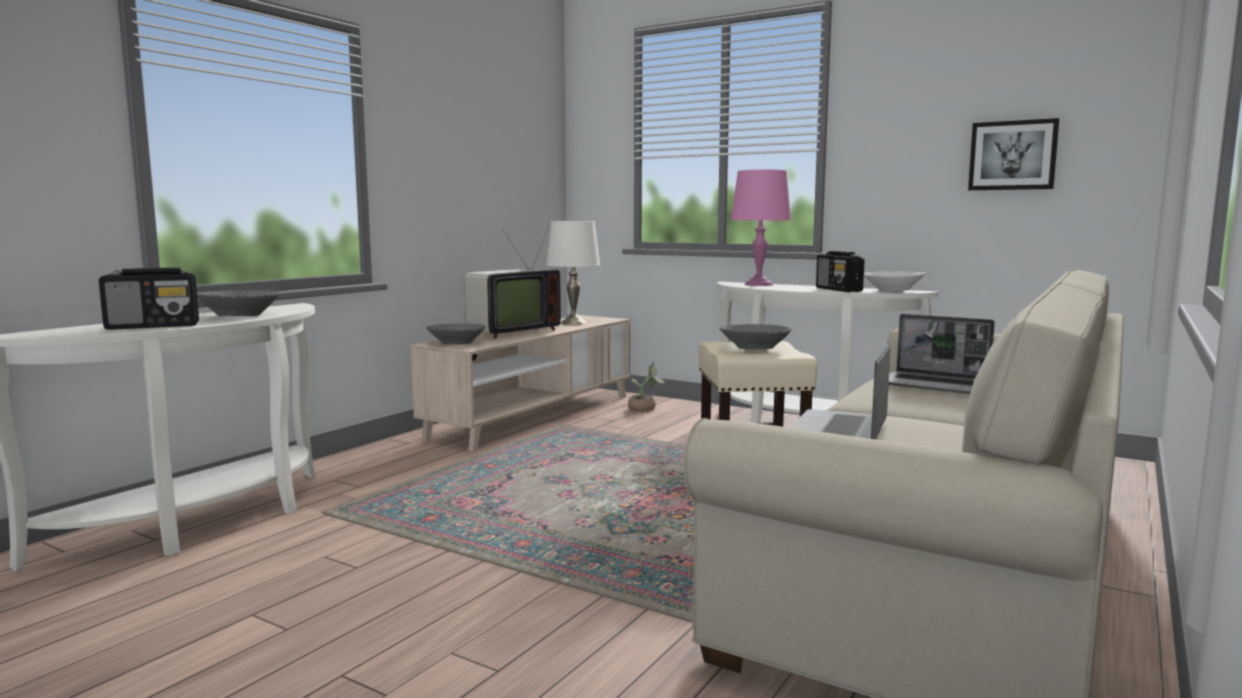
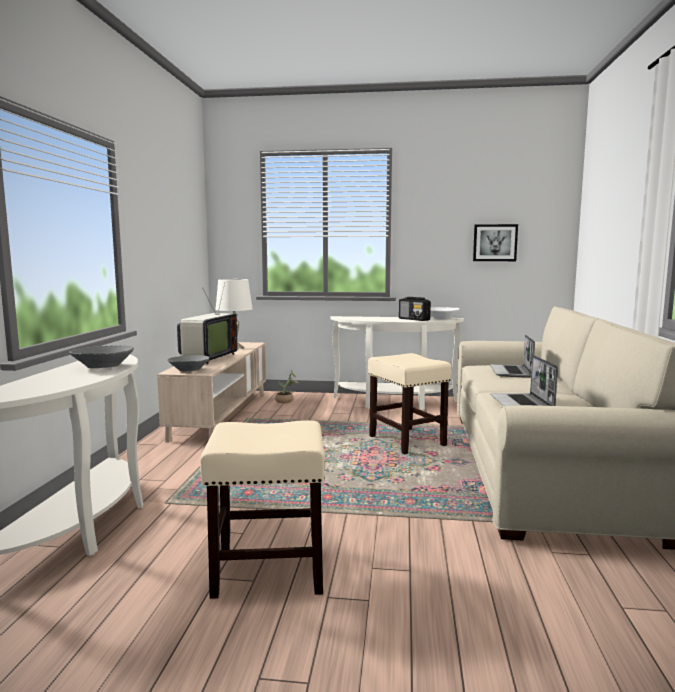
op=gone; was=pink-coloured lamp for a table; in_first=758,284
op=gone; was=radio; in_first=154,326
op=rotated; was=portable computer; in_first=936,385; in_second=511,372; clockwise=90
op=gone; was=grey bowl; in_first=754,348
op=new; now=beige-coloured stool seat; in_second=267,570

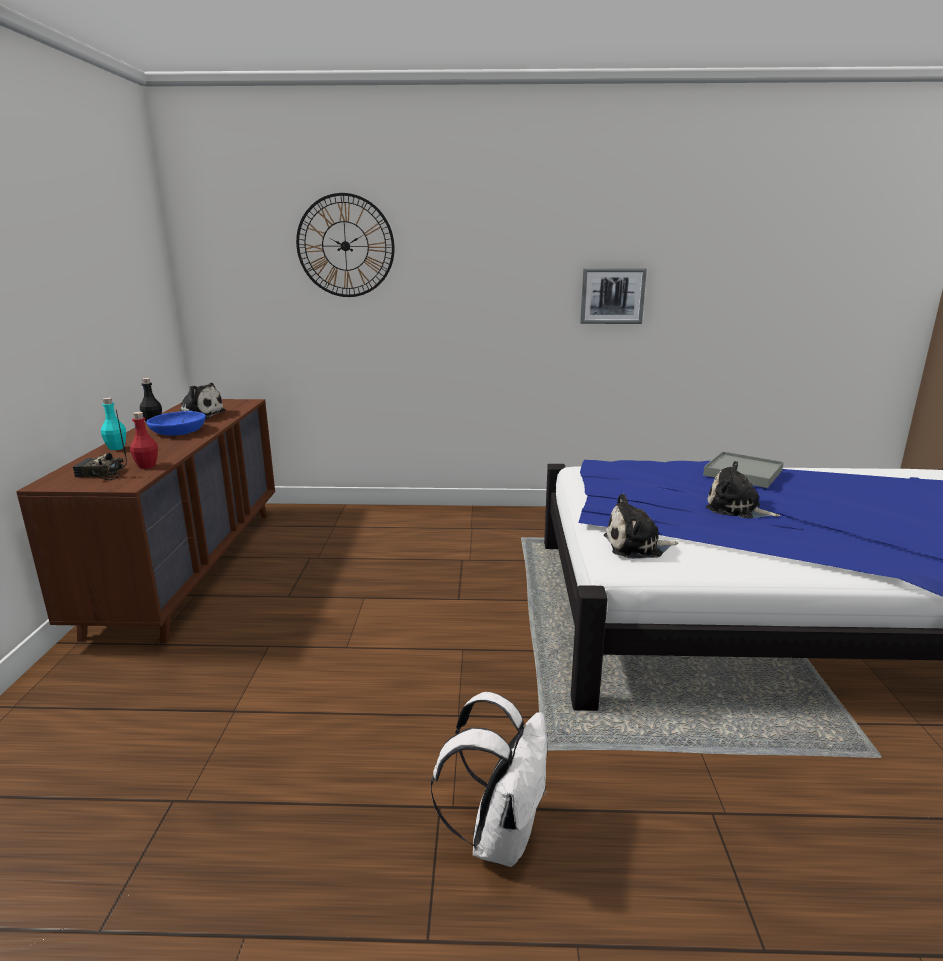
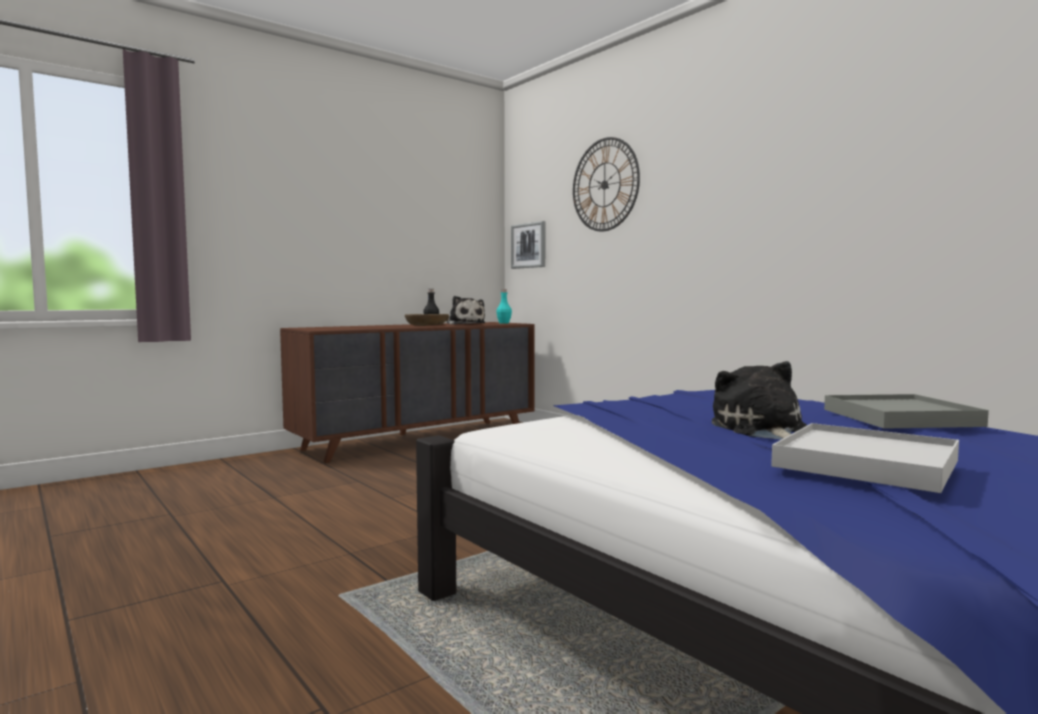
op=shifted; was=wall art; in_first=612,296; in_second=529,245
op=shifted; was=turquoise-coloured bottle; in_first=116,448; in_second=504,323
op=gone; was=radio; in_first=100,474
op=repainted; was=blue-coloured bowl; now=brown-coloured bowl; in_first=178,431; in_second=426,325
op=gone; was=red-coloured bottle; in_first=147,466
op=gone; was=cuddly toy; in_first=637,546
op=gone; was=white-coloured knapsack; in_first=499,835
op=new; now=white-coloured tray; in_second=866,464

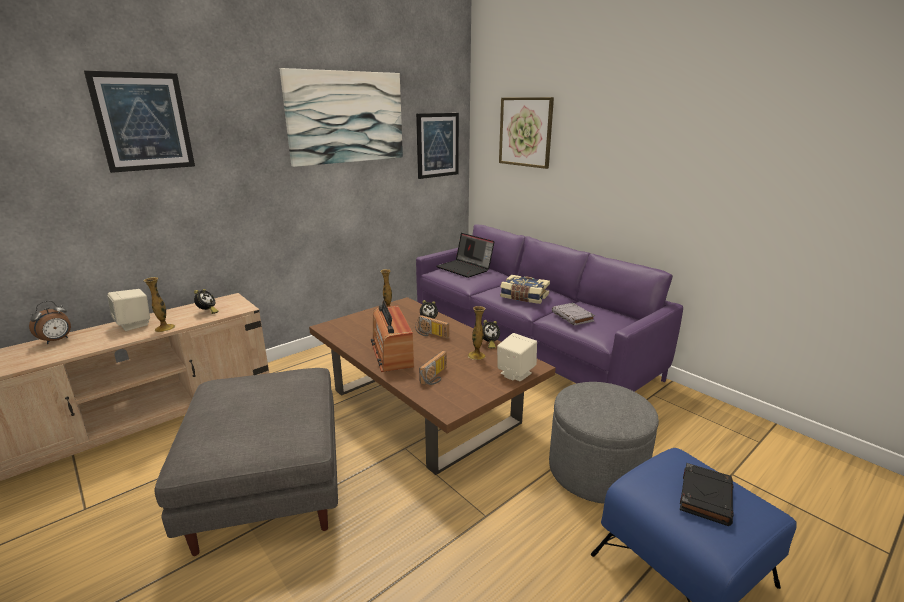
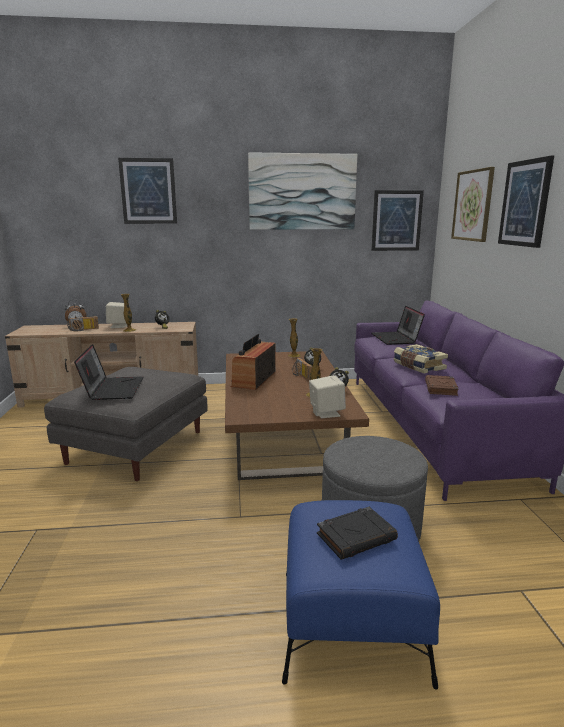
op=repainted; was=grey volume; now=brown-coloured volume; in_first=573,317; in_second=441,388
op=shifted; was=radio; in_first=436,377; in_second=83,330
op=new; now=wall art; in_second=525,203
op=new; now=portable computer; in_second=112,389

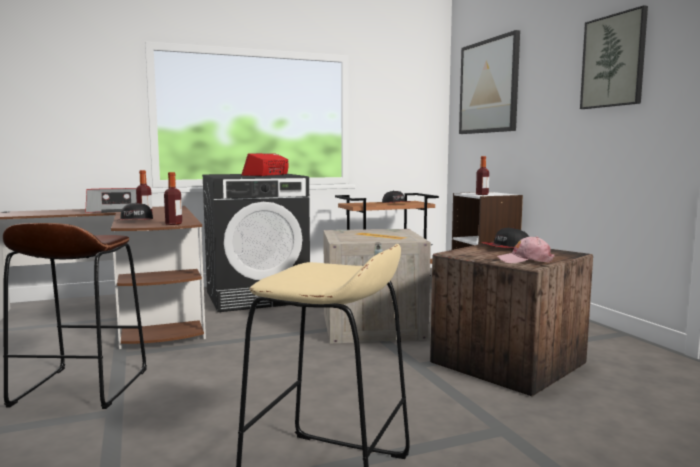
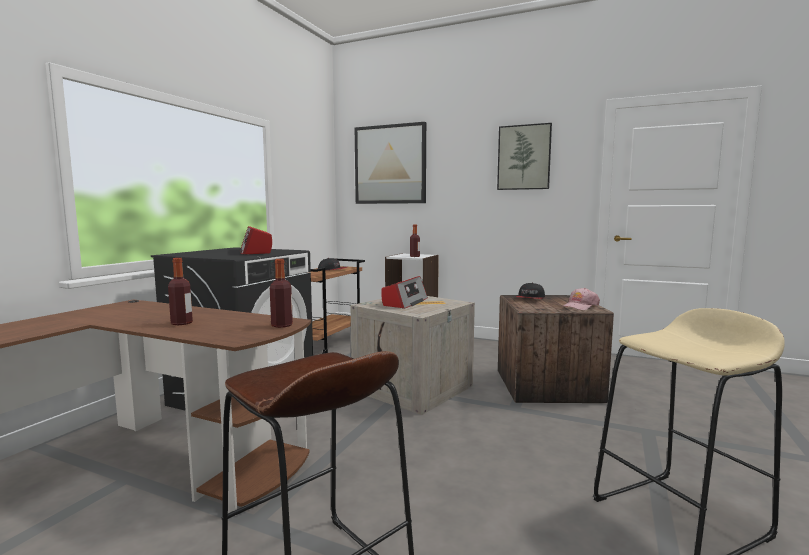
op=shifted; was=radio; in_first=117,210; in_second=404,302
op=gone; was=baseball cap; in_first=136,221

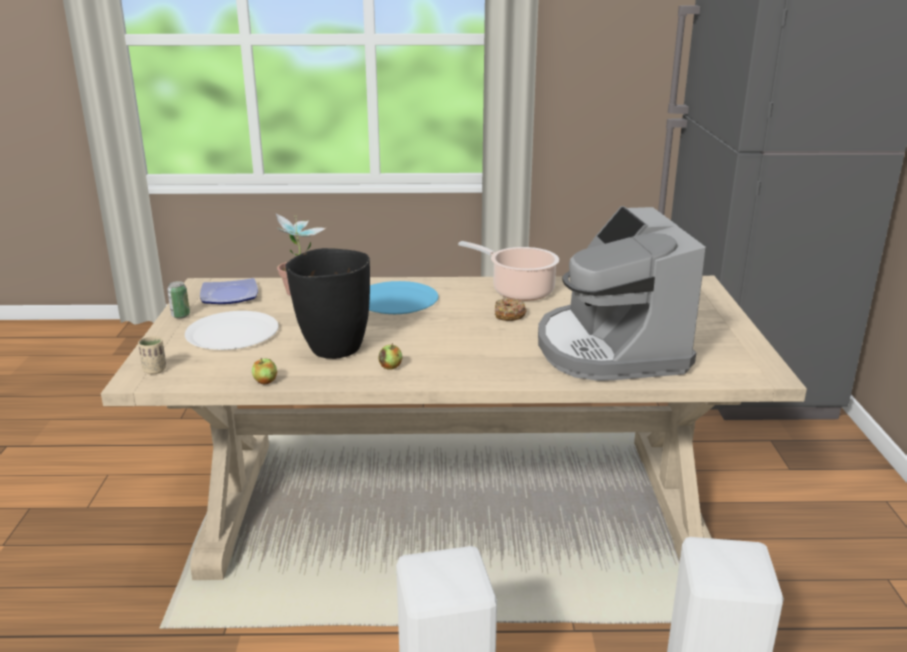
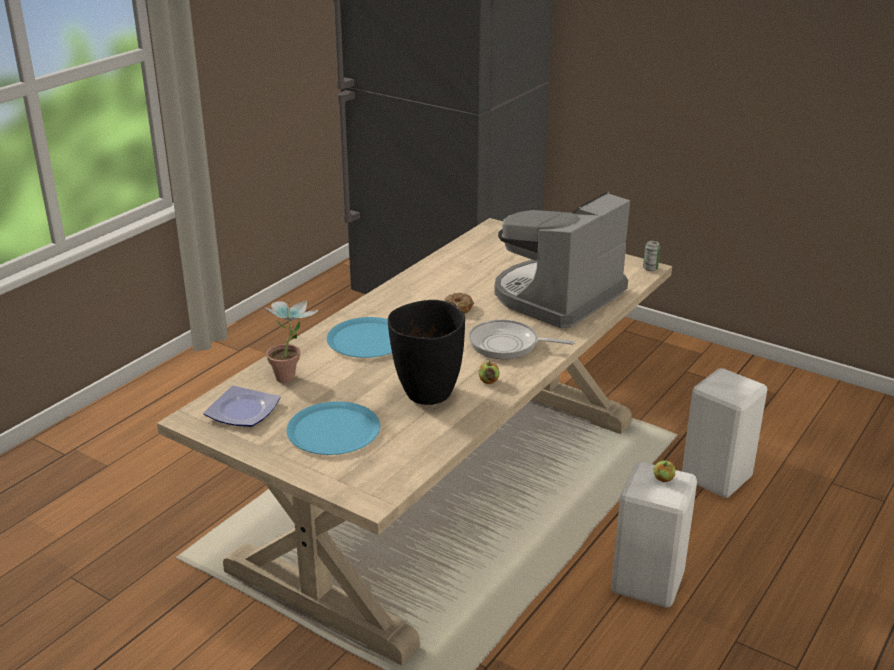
op=rotated; was=coffee machine; in_first=610,349; in_second=557,297; clockwise=105
op=gone; was=saucepot; in_first=519,291
op=shifted; was=can; in_first=180,315; in_second=650,268
op=repainted; was=white-coloured plate; now=blue-coloured plate; in_first=232,333; in_second=334,430
op=gone; was=beige-coloured small cup; in_first=155,370
op=shifted; was=apple; in_first=265,381; in_second=663,479
op=new; now=pan; in_second=507,345

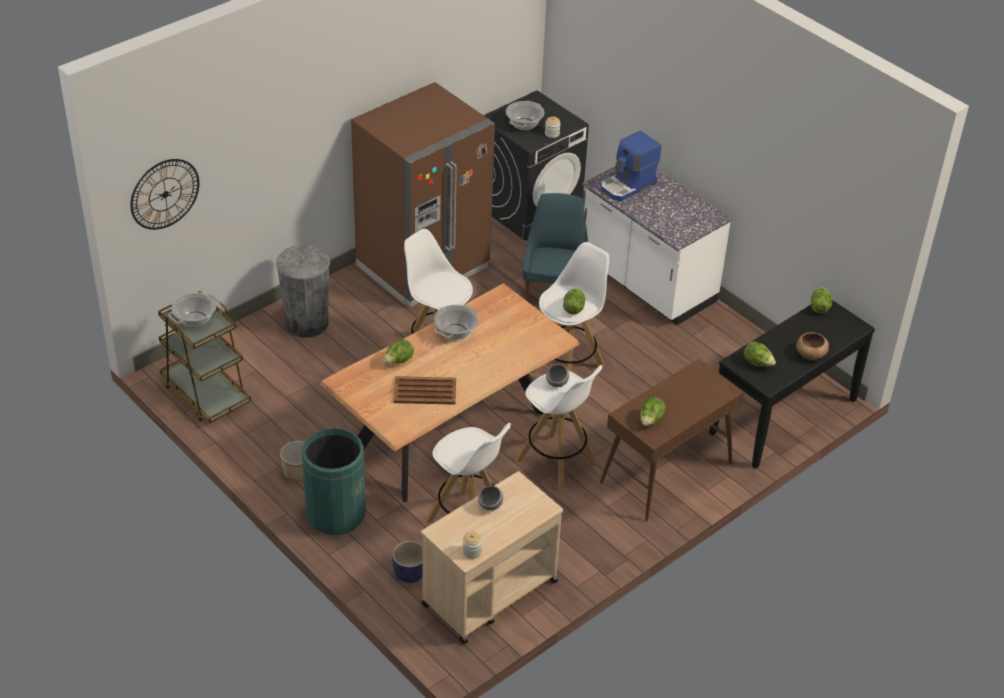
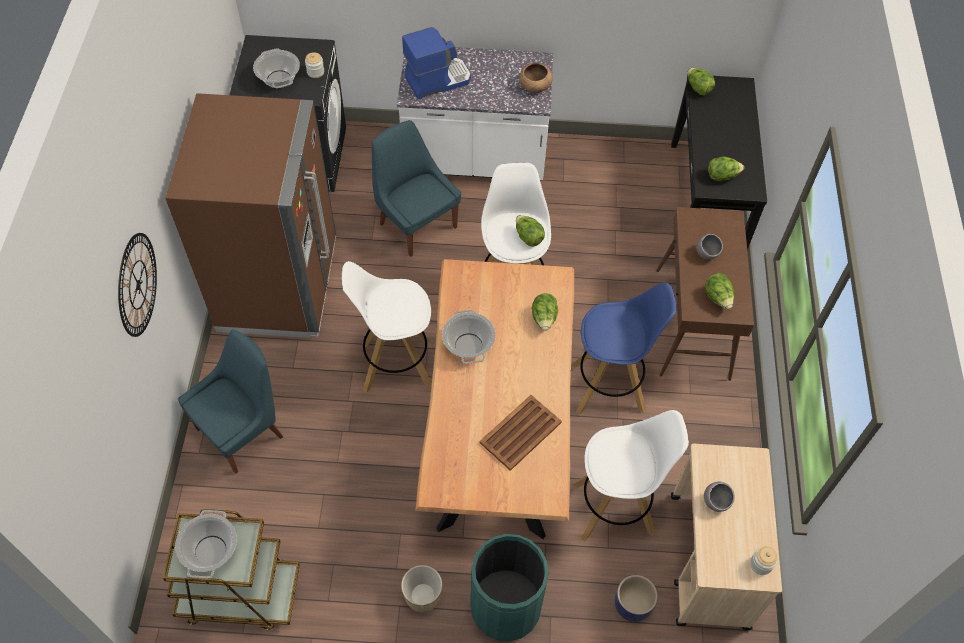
op=rotated; was=coffee machine; in_first=628,185; in_second=437,79; clockwise=-120
op=shifted; was=wall clock; in_first=165,194; in_second=137,284
op=swapped; was=grey trash can; now=blue-coloured upright chair; in_first=307,323; in_second=243,431
op=shifted; was=brown-coloured bowl; in_first=810,354; in_second=534,86
op=shifted; was=head of lettuce; in_first=398,361; in_second=544,318
op=shifted; was=grey bowl; in_first=557,383; in_second=707,253
op=repainted; was=white-coloured stool seat; now=blue-coloured stool seat; in_first=557,463; in_second=609,387

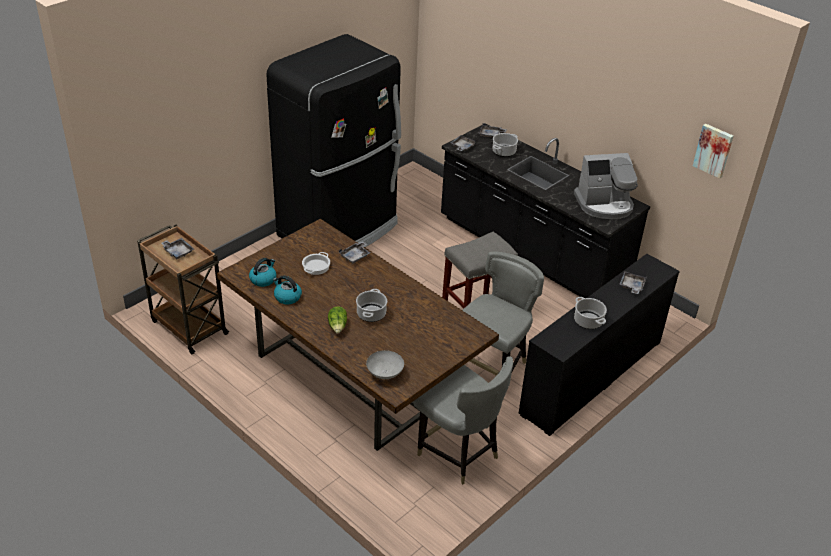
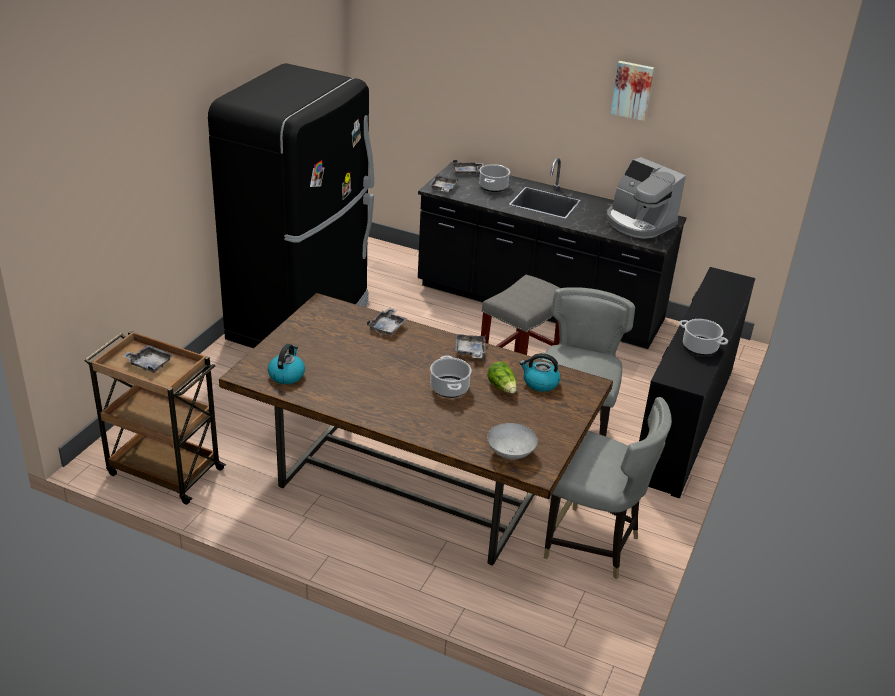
op=shifted; was=wall art; in_first=713,150; in_second=632,90
op=rotated; was=coffee machine; in_first=604,204; in_second=638,223; clockwise=75
op=gone; was=saucepot; in_first=316,267
op=shifted; was=grey tray; in_first=631,286; in_second=470,351
op=shifted; was=tea kettle; in_first=287,297; in_second=540,383
op=shifted; was=head of lettuce; in_first=338,326; in_second=502,387

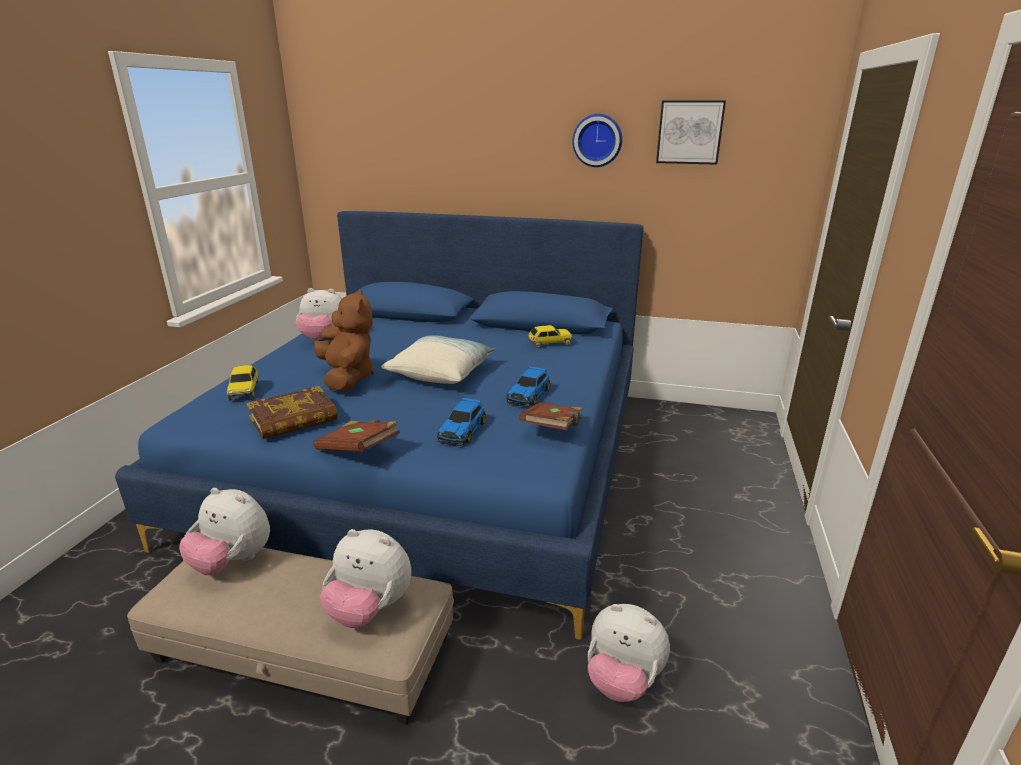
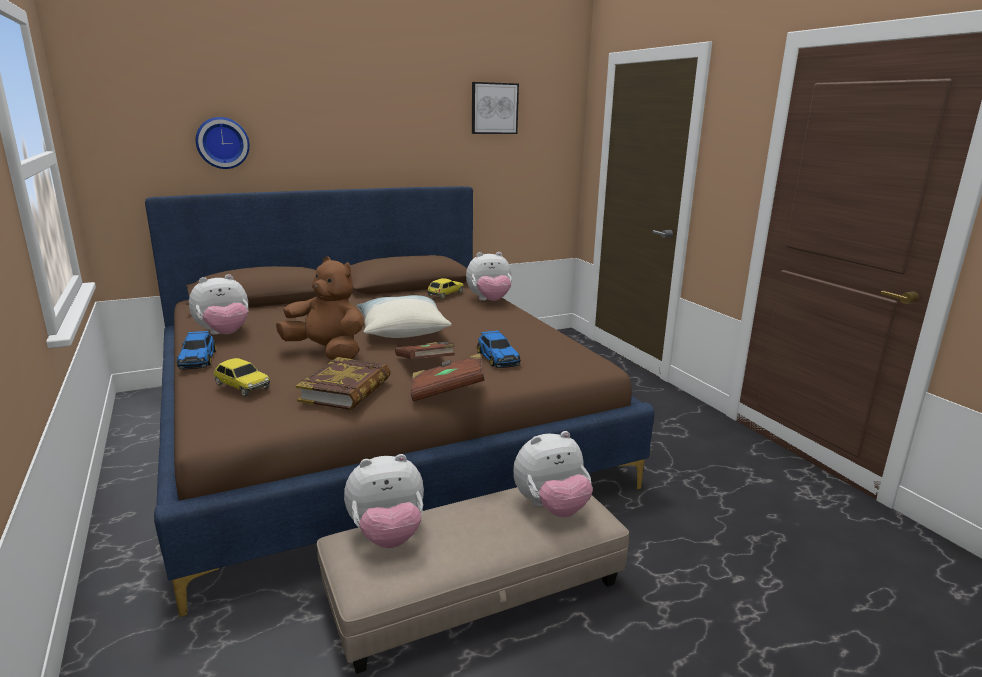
op=shifted; was=wall clock; in_first=597,140; in_second=222,143
op=repainted; was=blue-coloured bed; now=brown-coloured bed; in_first=435,459; in_second=376,429
op=shifted; was=miniature car; in_first=529,394; in_second=198,359
op=shifted; was=brown-coloured volume; in_first=553,429; in_second=425,364
op=shifted; was=cuddly toy; in_first=623,680; in_second=489,301

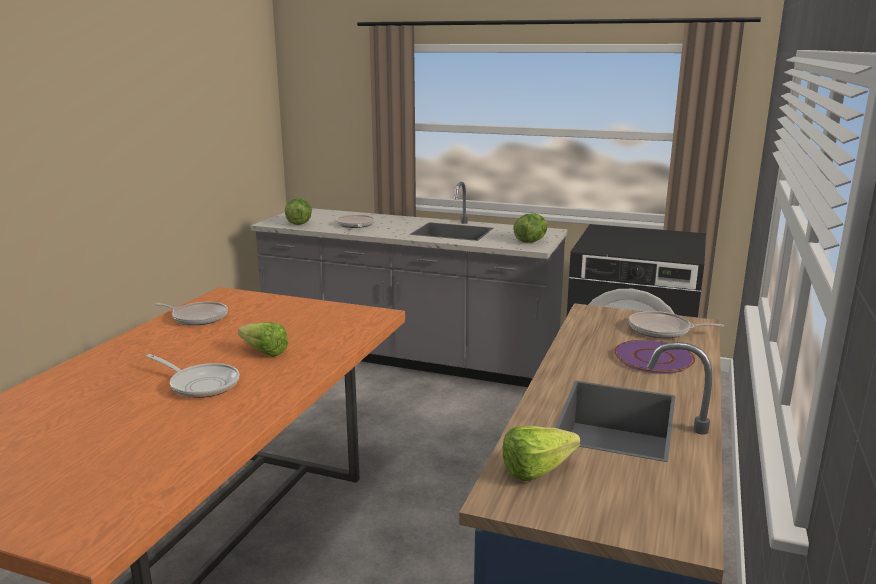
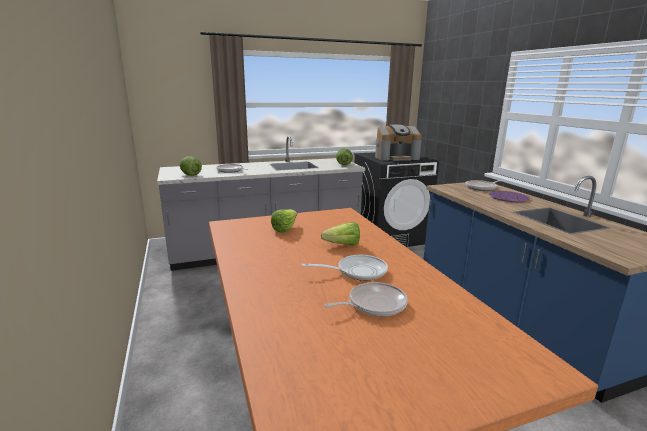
op=shifted; was=pan; in_first=198,317; in_second=374,304
op=shifted; was=head of lettuce; in_first=543,470; in_second=287,228
op=new; now=coffee machine; in_second=396,157

